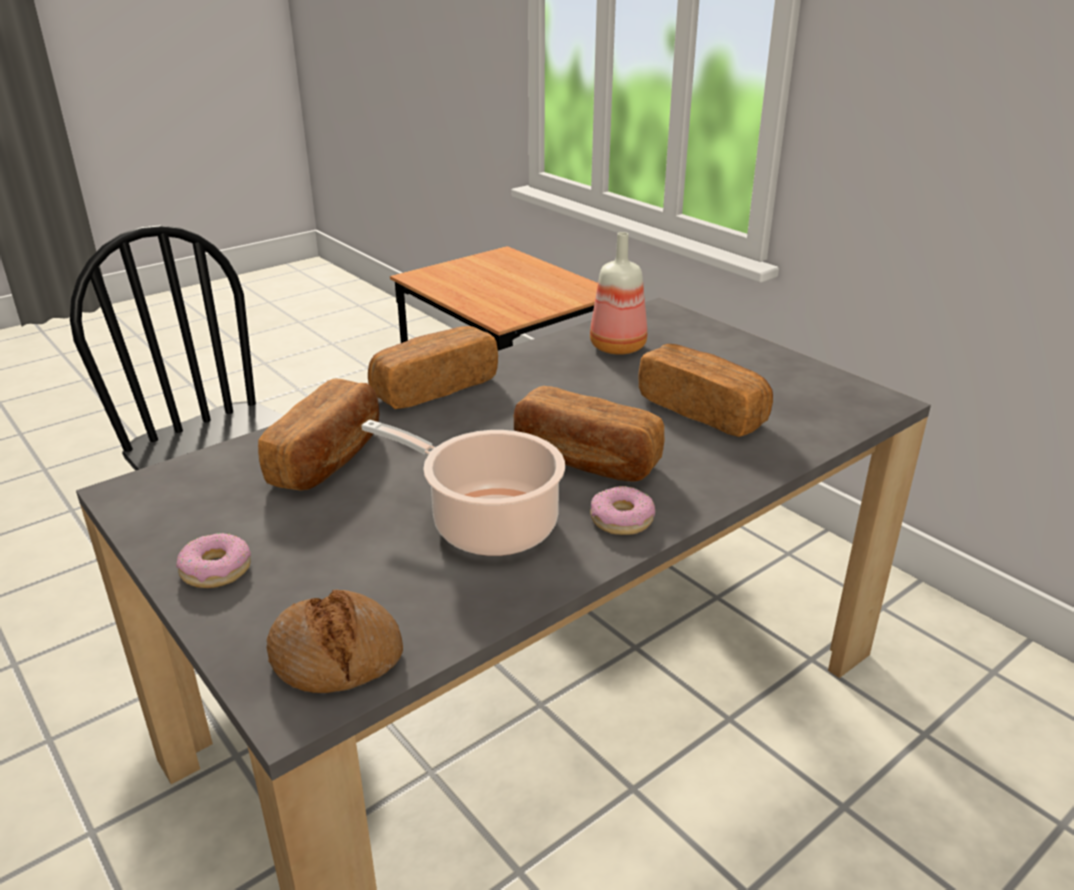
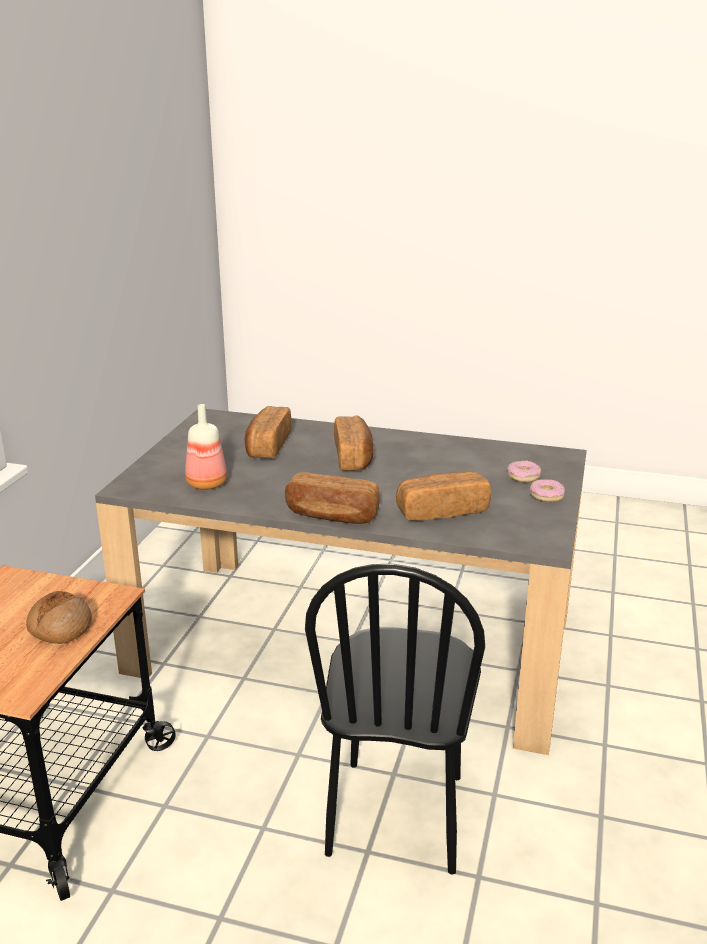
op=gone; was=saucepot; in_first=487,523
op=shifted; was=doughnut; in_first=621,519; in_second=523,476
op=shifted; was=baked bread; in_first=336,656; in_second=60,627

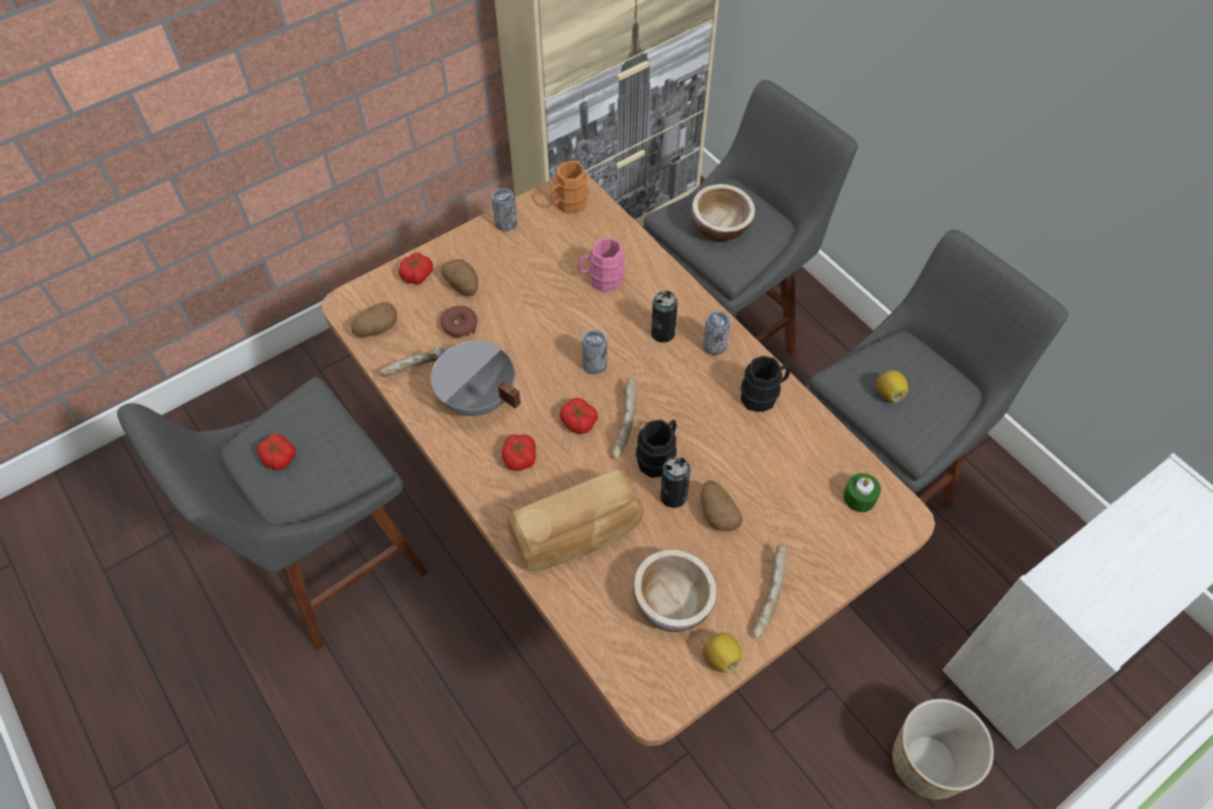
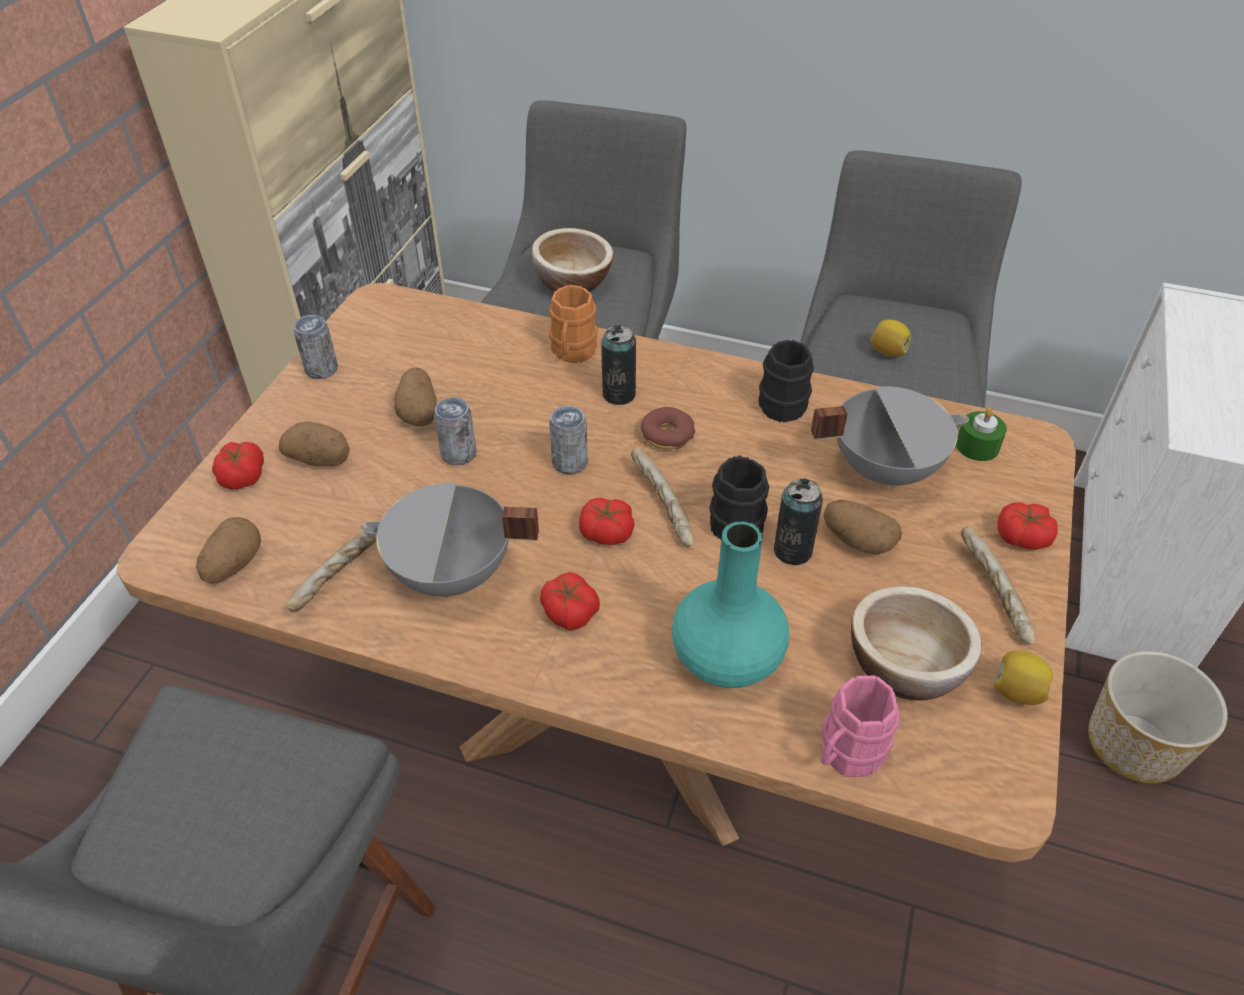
op=shifted; was=orange-coloured mug; in_first=568,204; in_second=572,352
op=shifted; was=pink-coloured mug; in_first=601,279; in_second=846,754
op=shifted; was=doughnut; in_first=459,325; in_second=667,435
op=shifted; was=can; in_first=714,346; in_second=458,454
op=shifted; was=tomato; in_first=279,457; in_second=1022,537
op=swapped; was=baked bread; now=turquoise-coloured vase; in_first=578,535; in_second=725,657
op=new; now=potato; in_second=419,411
op=new; now=grey saucepot; in_second=883,468

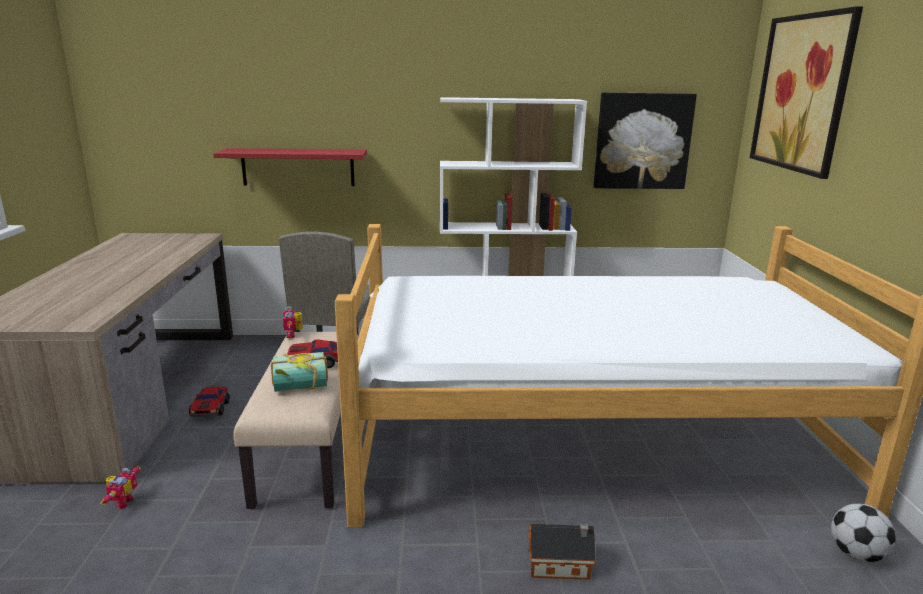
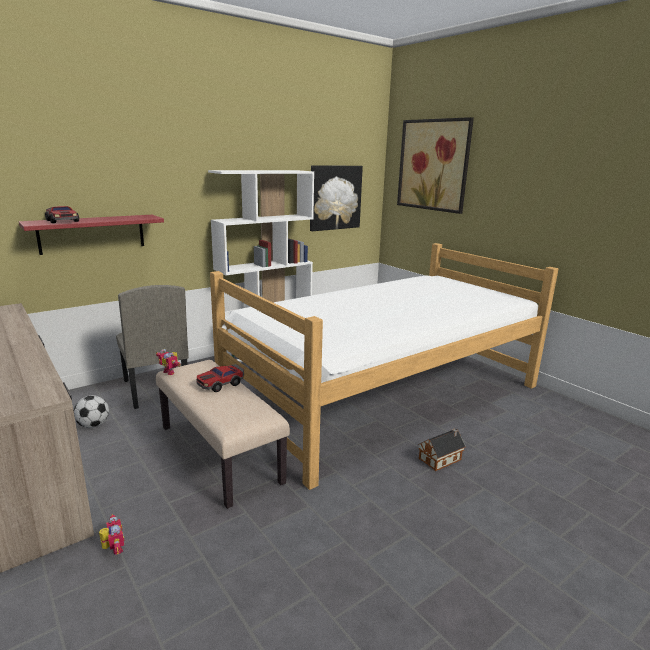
op=gone; was=volume; in_first=300,388
op=shifted; was=miniature car; in_first=210,408; in_second=62,221
op=shifted; was=football; in_first=856,554; in_second=93,425

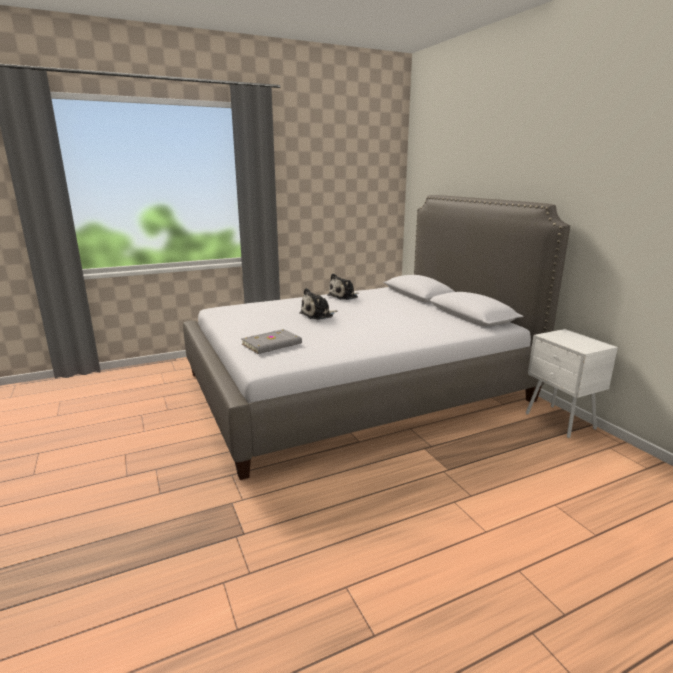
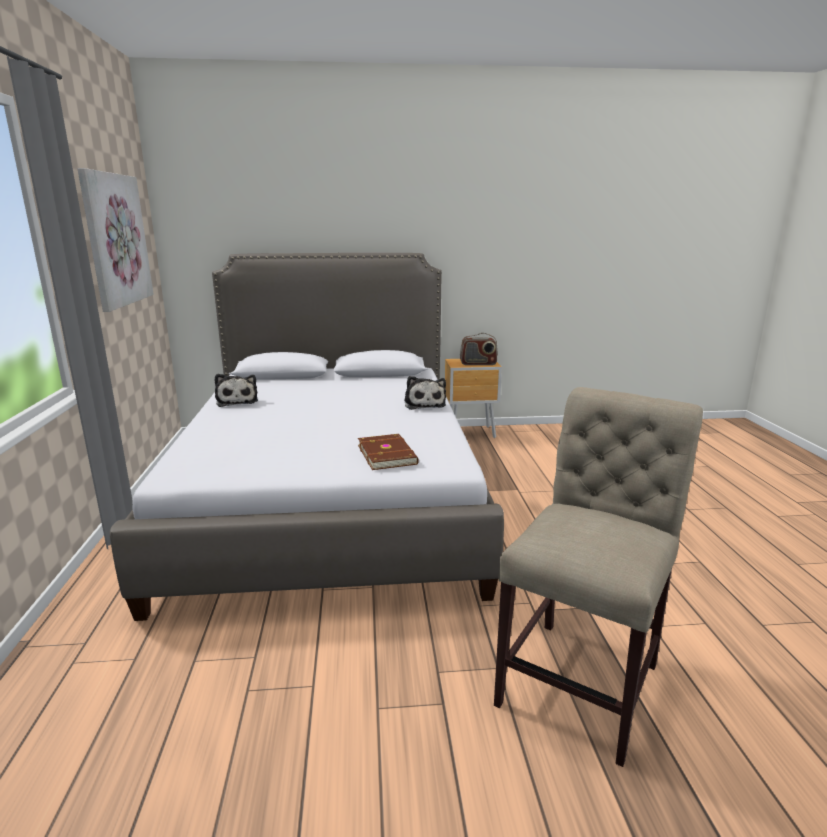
op=shifted; was=cuddly toy; in_first=318,315; in_second=424,404
op=repainted; was=grey volume; now=brown-coloured volume; in_first=272,344; in_second=388,454
op=repainted; was=white-coloured night table; now=brown-coloured night table; in_first=560,422; in_second=471,433
op=new; now=wall art; in_second=117,240
op=new; now=radio; in_second=478,364
op=new; now=beige-coloured upright chair; in_second=583,678

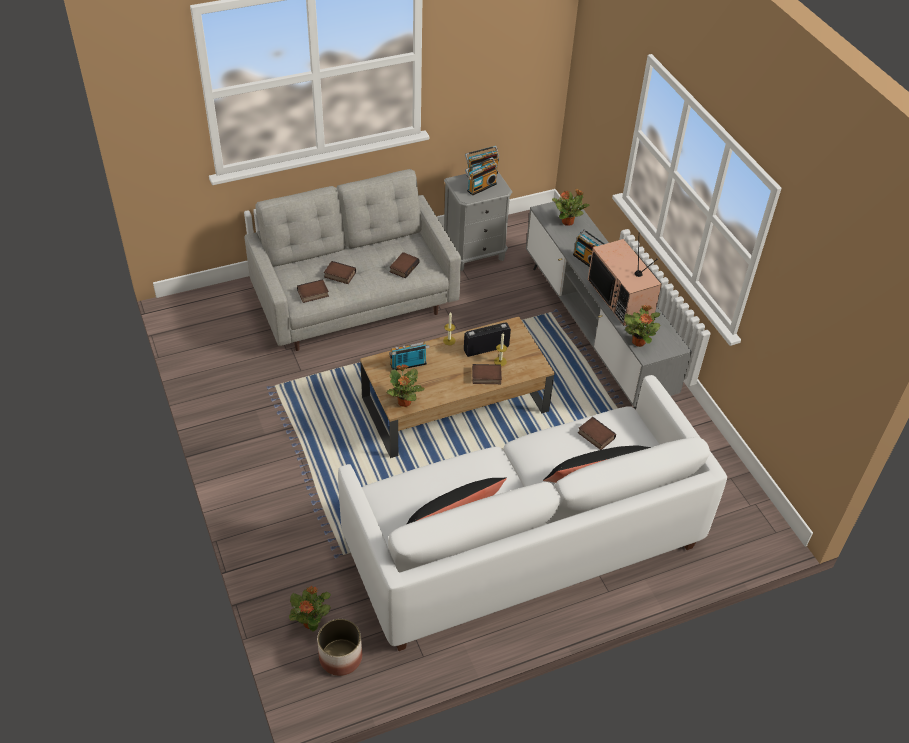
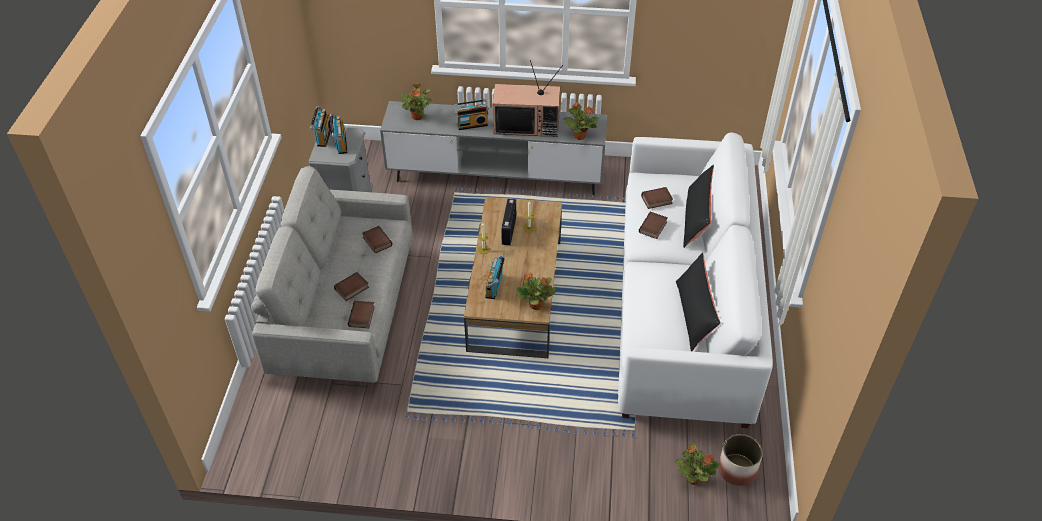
op=shifted; was=volume; in_first=486,377; in_second=653,228

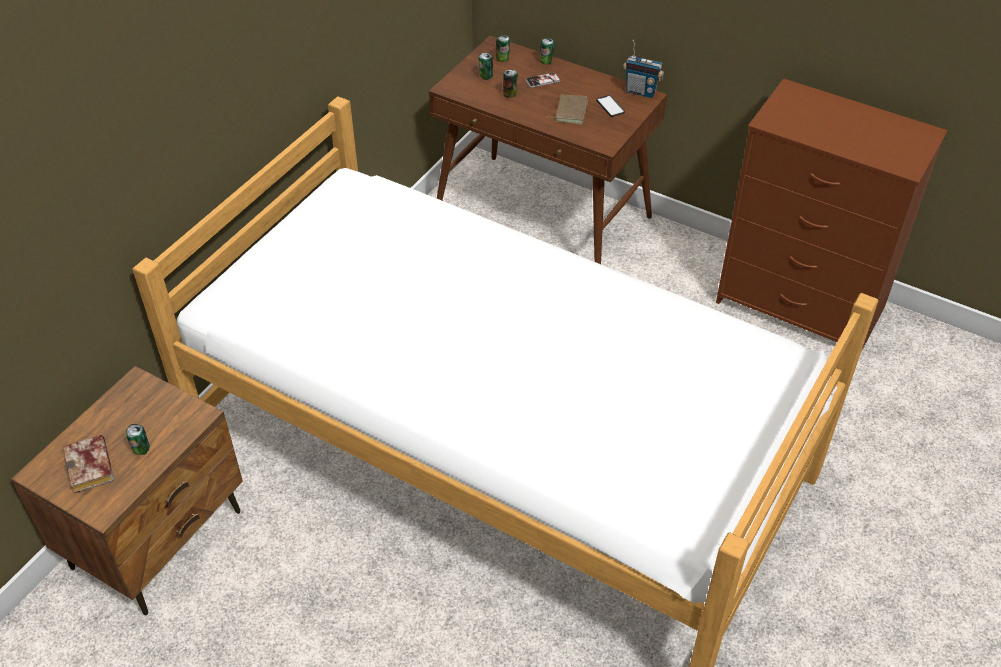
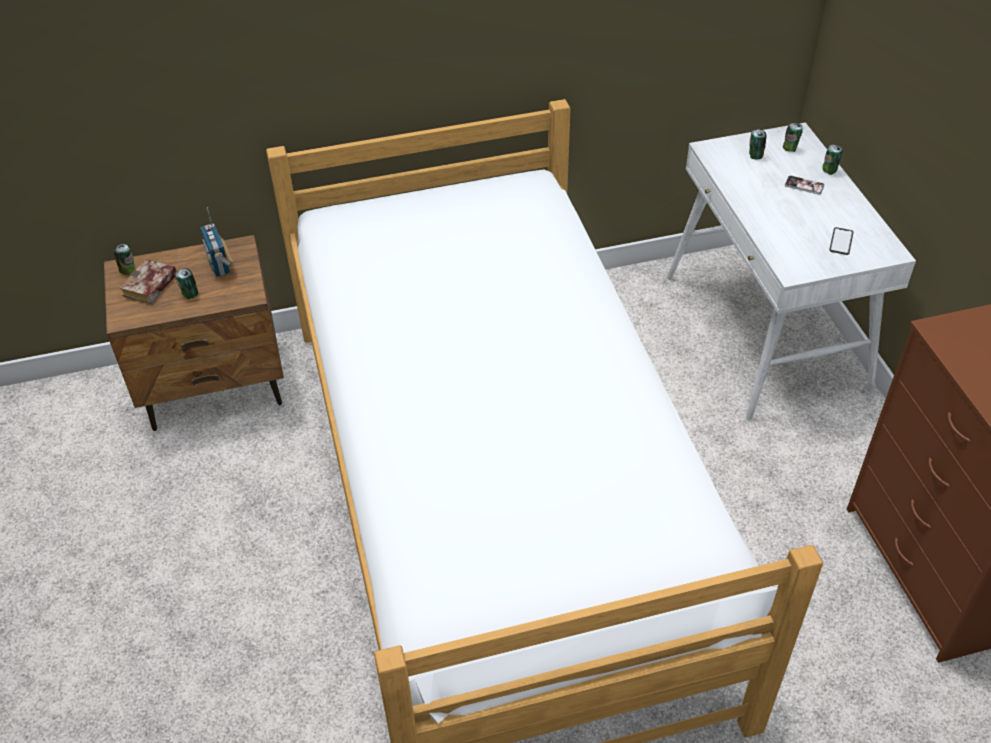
op=repainted; was=brown-coloured desk; now=white-coloured desk; in_first=544,218; in_second=766,332
op=shifted; was=radio; in_first=641,91; in_second=220,266
op=shifted; was=can; in_first=510,94; in_second=128,270
op=gone; was=brown-coloured volume; in_first=569,111

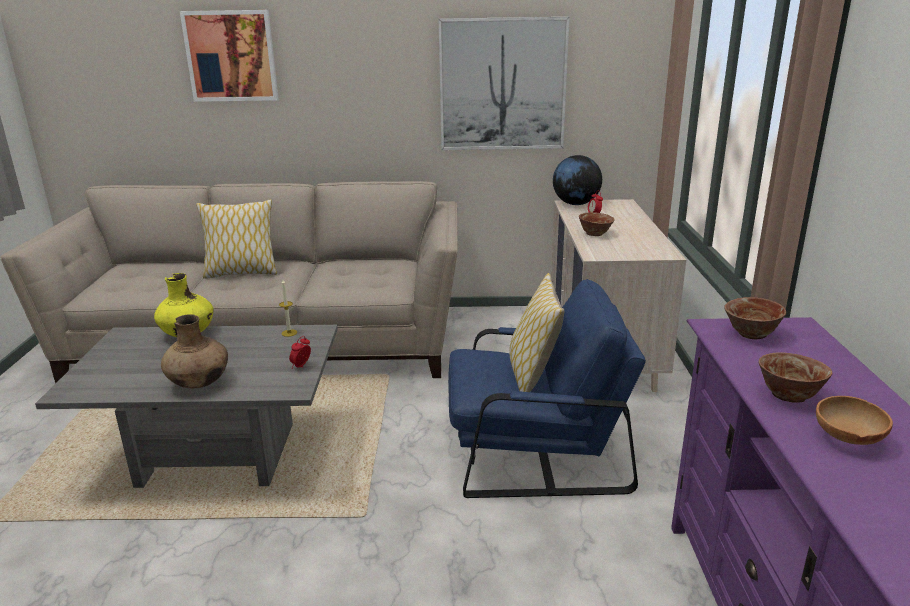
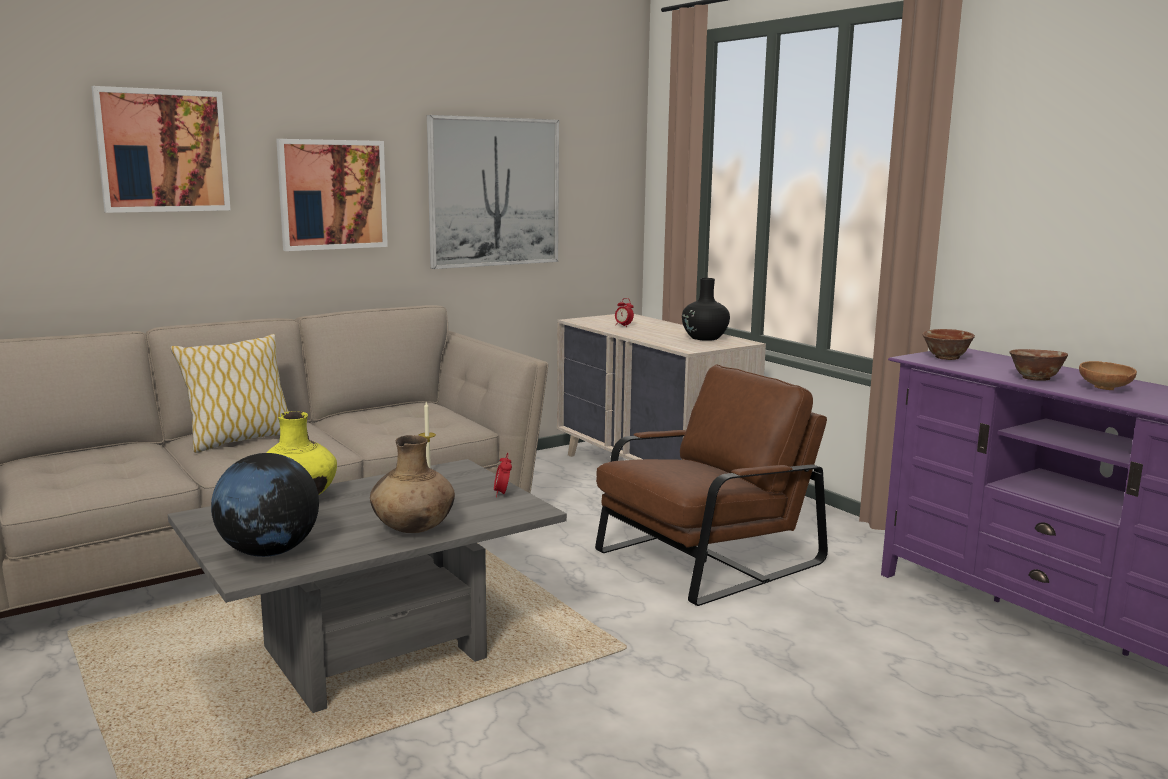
op=shifted; was=world globe; in_first=575,204; in_second=269,552
op=gone; was=bowl; in_first=595,234
op=gone; was=cushion; in_first=533,375
op=repainted; was=blue-coloured lounge chair; now=brown-coloured lounge chair; in_first=535,452; in_second=706,558
op=new; now=wall art; in_second=332,194
op=new; now=black-coloured vase; in_second=704,338

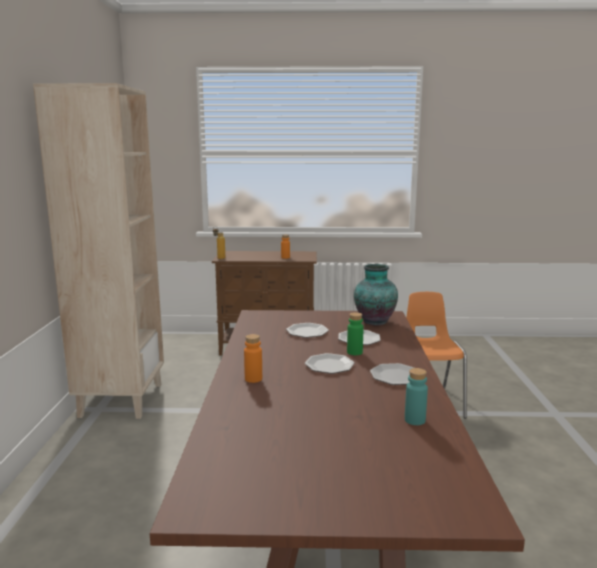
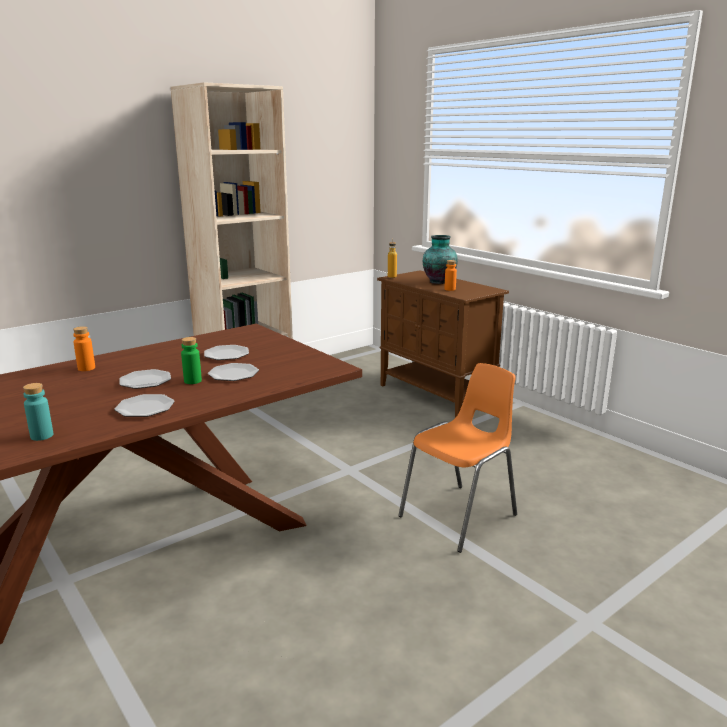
op=shifted; was=vase; in_first=373,321; in_second=438,282

